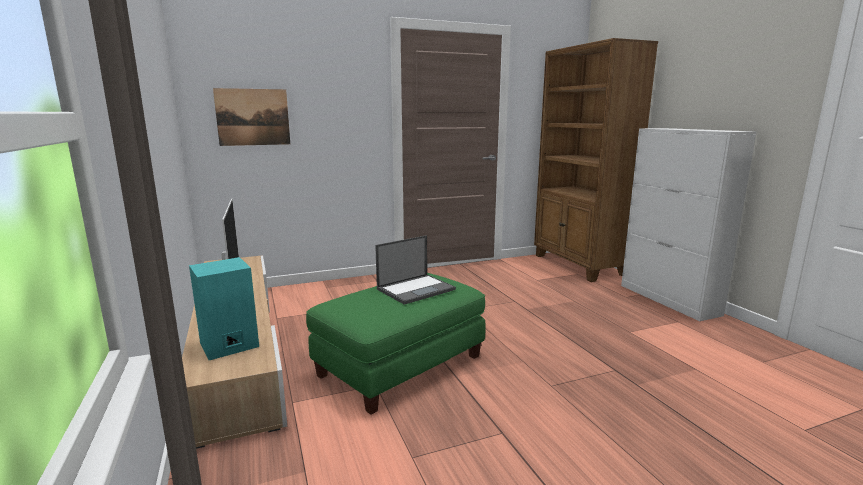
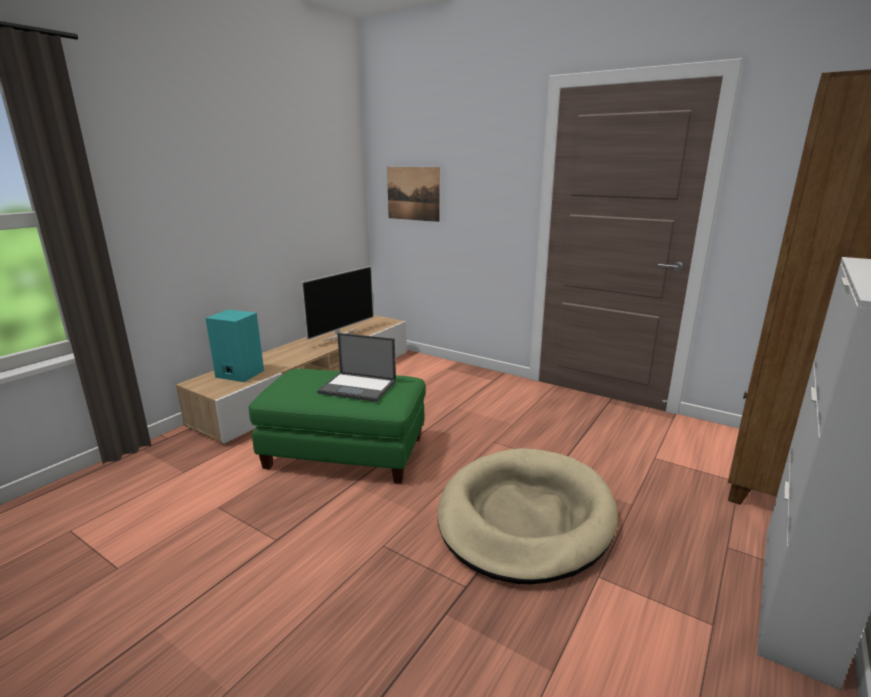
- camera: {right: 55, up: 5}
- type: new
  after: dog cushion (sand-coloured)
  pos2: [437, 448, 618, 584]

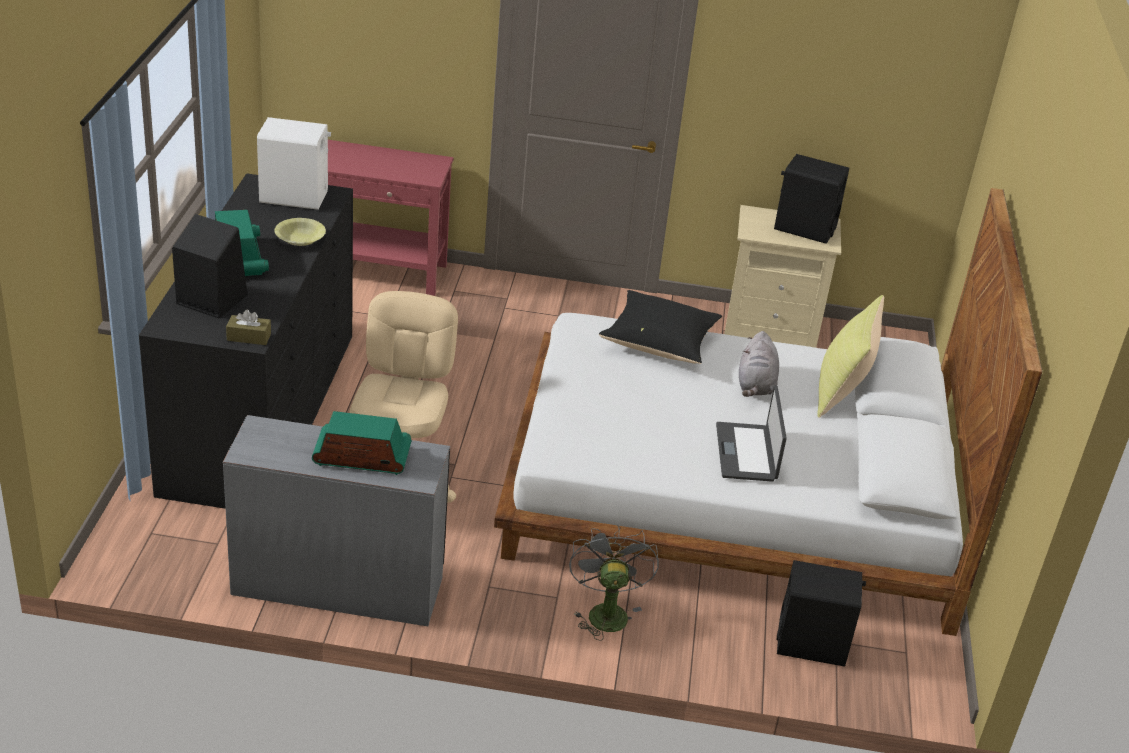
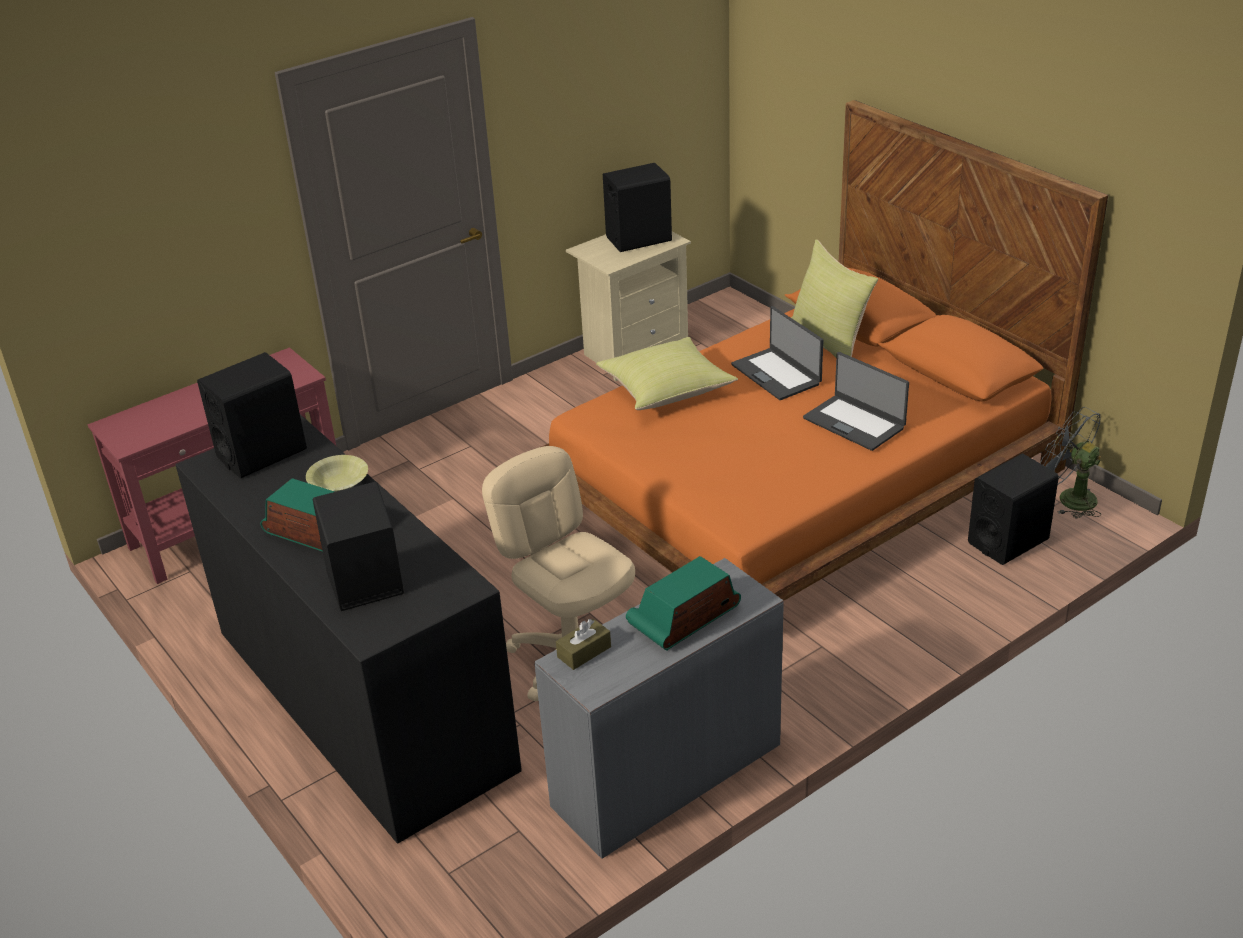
- camera: {right: -40, up: 0}
- type: shifted
  before: tissue holder (brownish)
  pos1: [226, 309, 271, 345]
  pos2: [556, 619, 611, 670]
- type: shifted
  before: fan (grey)
  pos1: [569, 525, 659, 641]
  pos2: [1040, 407, 1101, 518]
- type: swapped
  before: cuddly toy (grey)
  after: notebook computer
  pos1: [739, 331, 779, 397]
  pos2: [731, 306, 823, 400]
- type: repainted
  before: loudspeaker (white)
  after: loudspeaker (blackish)
  pos1: [257, 117, 331, 210]
  pos2: [197, 352, 307, 479]
- type: repainted
  before: bed (white)
  after: bed (orange-coloured)
  pos1: [494, 188, 1042, 636]
  pos2: [541, 100, 1108, 600]
- type: repainted
  before: throw pillow (blackish)
  after: throw pillow (yellow)
  pos1: [599, 290, 722, 364]
  pos2: [596, 337, 738, 410]

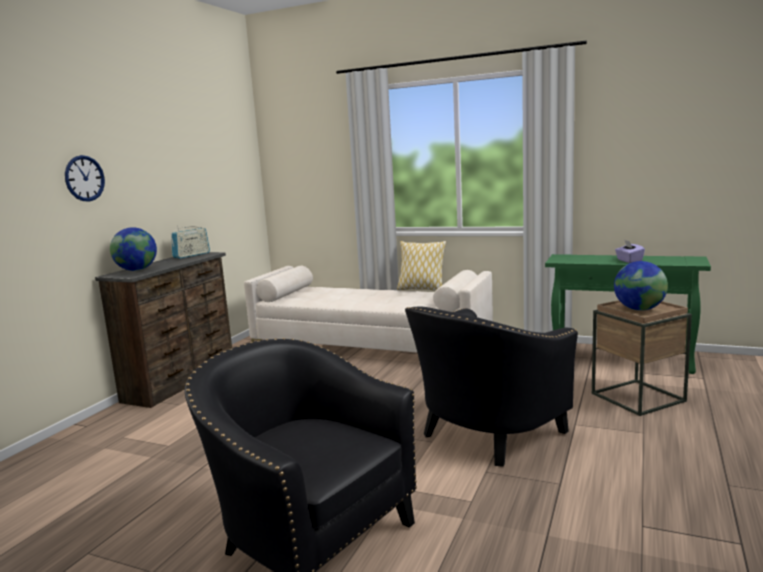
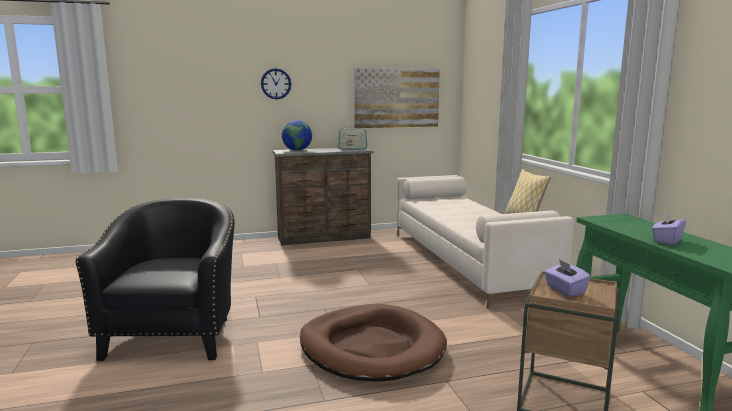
- camera: {right: 50, up: 0}
- type: new
  after: picture
  pos2: [354, 68, 440, 128]
- type: swapped
  before: easy chair (blackish)
  after: dog cushion (brownish)
  pos1: [405, 307, 578, 467]
  pos2: [300, 304, 447, 382]
- type: swapped
  before: world globe
  after: tissue holder (purple-coloured)
  pos1: [614, 261, 668, 311]
  pos2: [544, 259, 591, 297]

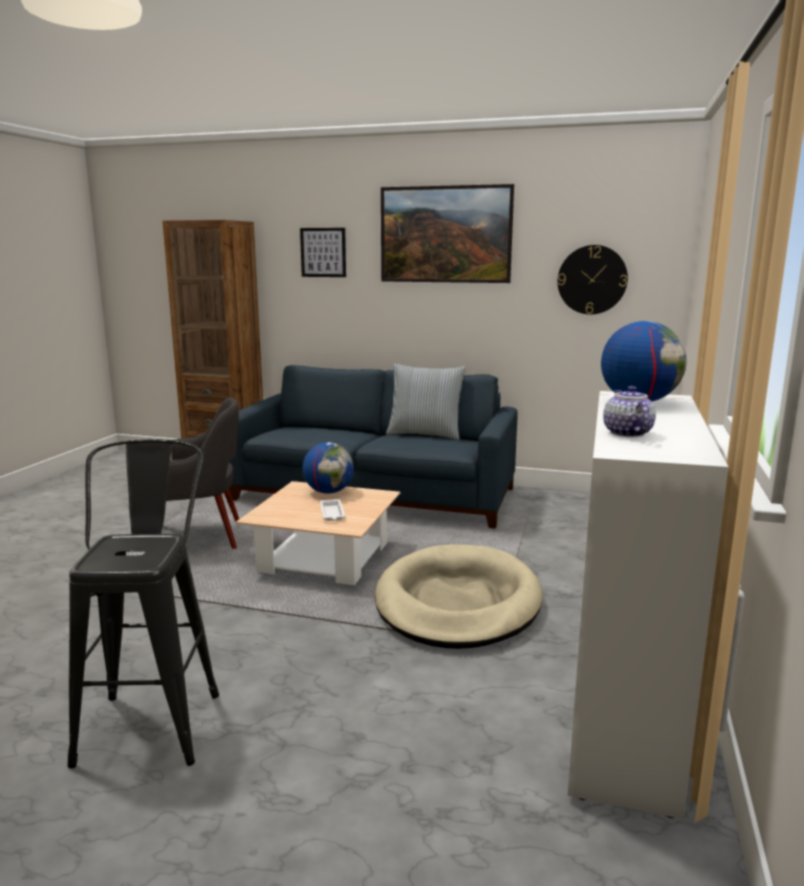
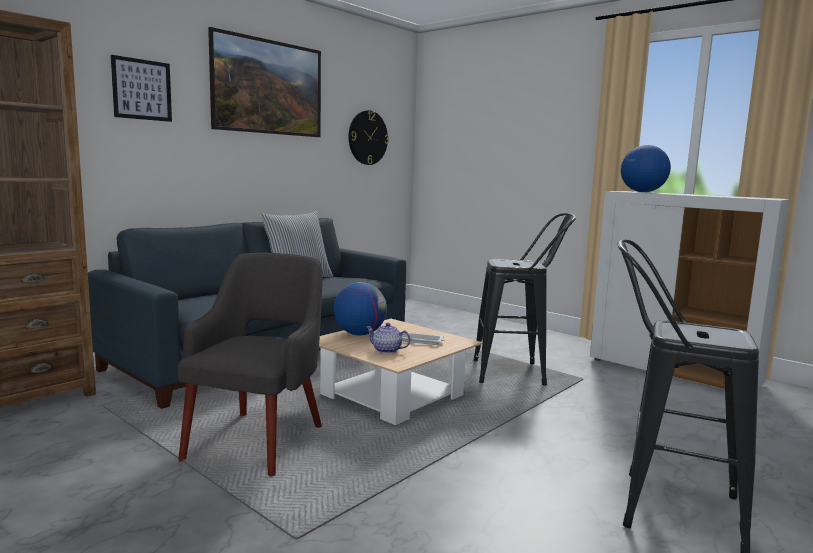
- camera: {right: -65, up: -5}
- type: shifted
  before: tea pot
  pos1: [603, 386, 656, 437]
  pos2: [366, 323, 411, 354]
- type: swapped
  before: dog cushion (sand-coloured)
  after: sitting stool (blackish)
  pos1: [375, 544, 543, 649]
  pos2: [473, 213, 576, 386]

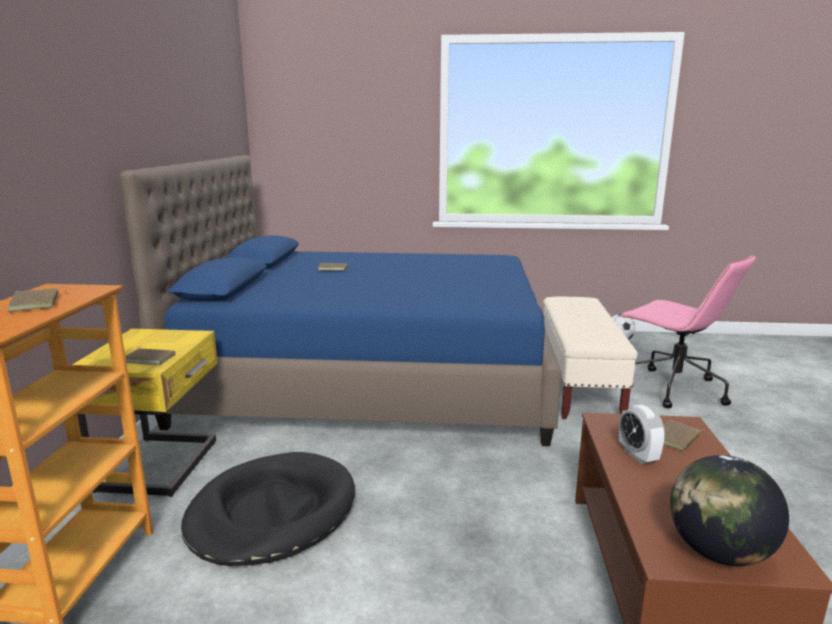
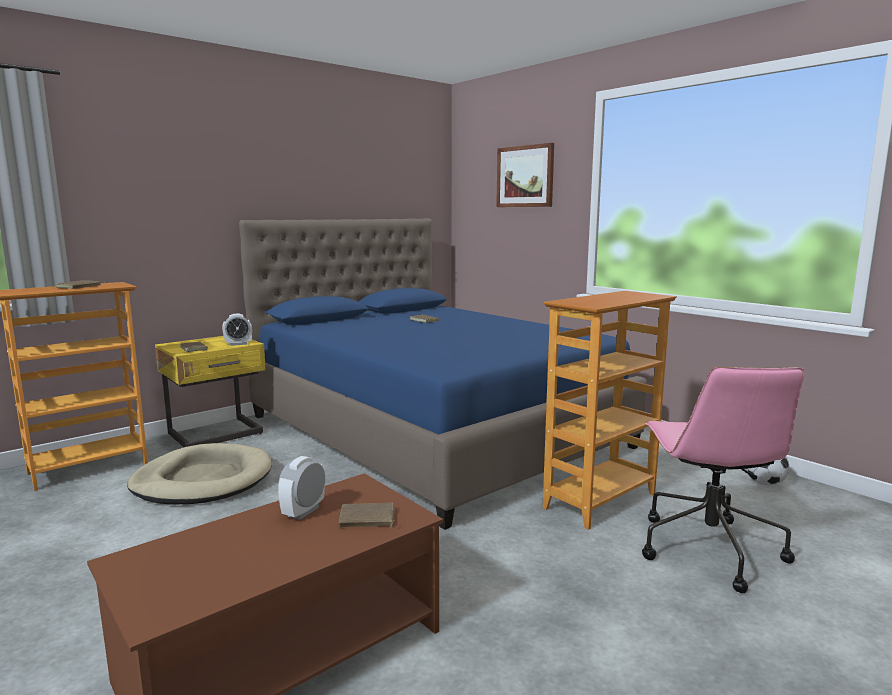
- camera: {right: 45, up: -5}
- type: gone
  before: world globe
  pos1: [670, 455, 789, 566]
- type: new
  after: alarm clock
  pos2: [222, 314, 252, 346]
- type: new
  after: picture
  pos2: [496, 143, 554, 207]
- type: swapped
  before: long seat (sand-coloured)
  after: shelving unit
  pos1: [543, 297, 638, 419]
  pos2: [543, 291, 677, 530]
- type: repainted
  before: dog cushion (blackish)
  after: dog cushion (sand-coloured)
  pos1: [181, 452, 355, 566]
  pos2: [127, 443, 272, 505]

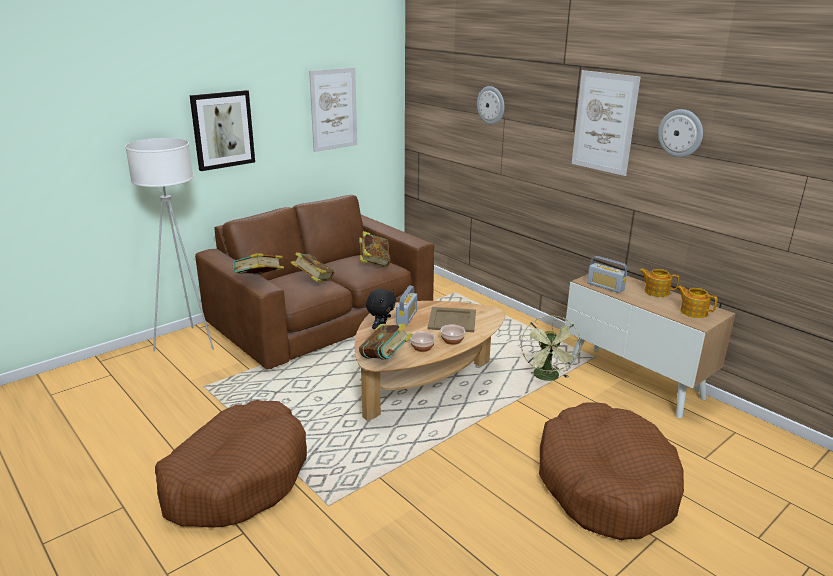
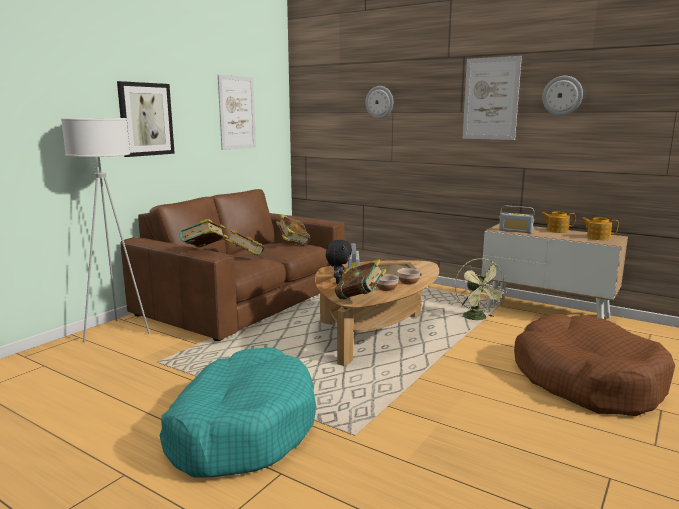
- camera: {right: -15, up: -10}
- type: repainted
  before: dog cushion (brownish)
  after: dog cushion (blue-green)
  pos1: [155, 400, 307, 528]
  pos2: [160, 348, 316, 478]

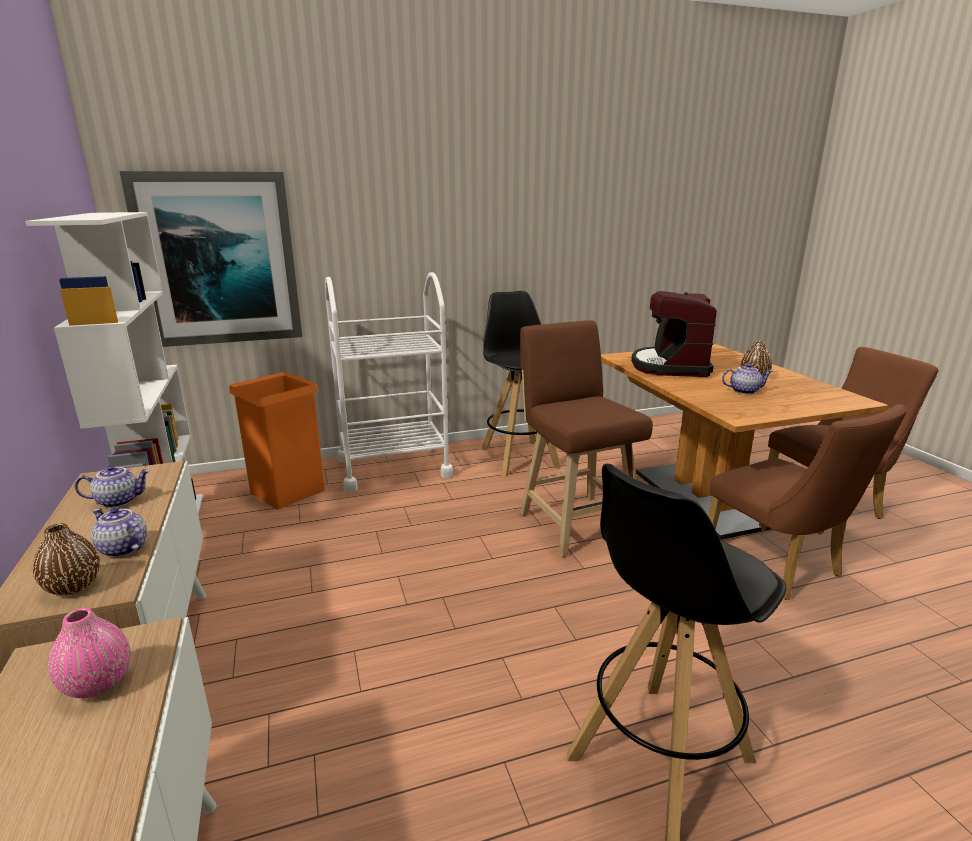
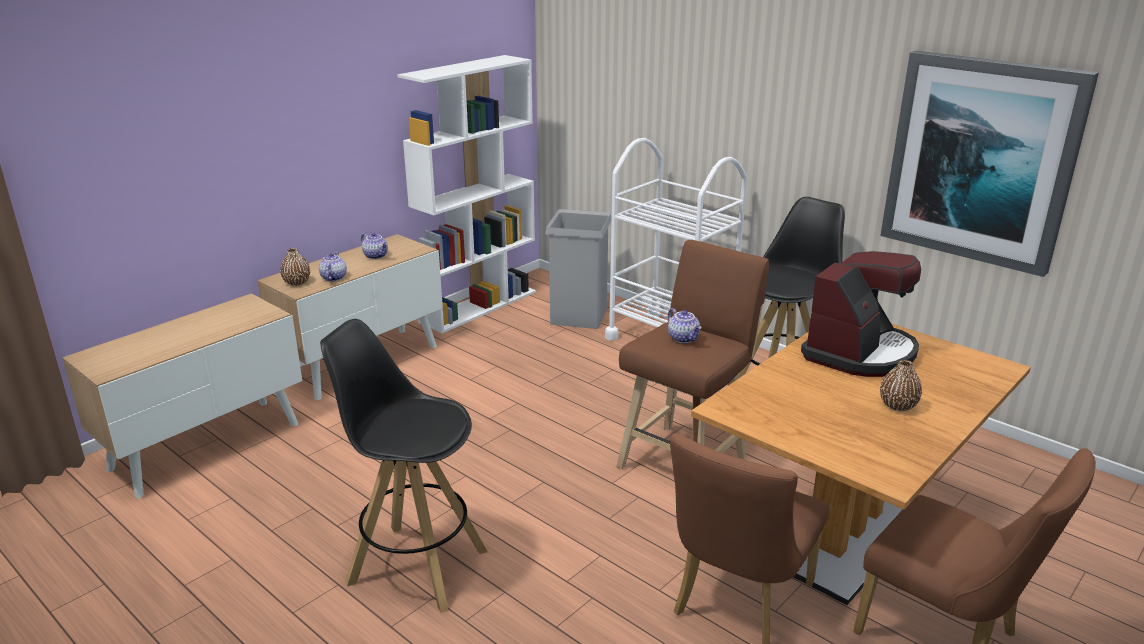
- camera: {right: 60, up: 5}
- type: gone
  before: flower vase (pink-coloured)
  pos1: [49, 608, 130, 698]
- type: shifted
  before: picture
  pos1: [119, 171, 302, 347]
  pos2: [880, 51, 1099, 277]
- type: shifted
  before: tea pot
  pos1: [722, 363, 773, 394]
  pos2: [668, 308, 701, 343]
- type: repainted
  before: waste bin (orange-coloured)
  after: waste bin (grey)
  pos1: [229, 372, 325, 509]
  pos2: [545, 209, 612, 329]
- type: rotated
  before: coffee maker
  pos1: [631, 291, 717, 377]
  pos2: [801, 251, 921, 377]
  turn: 150

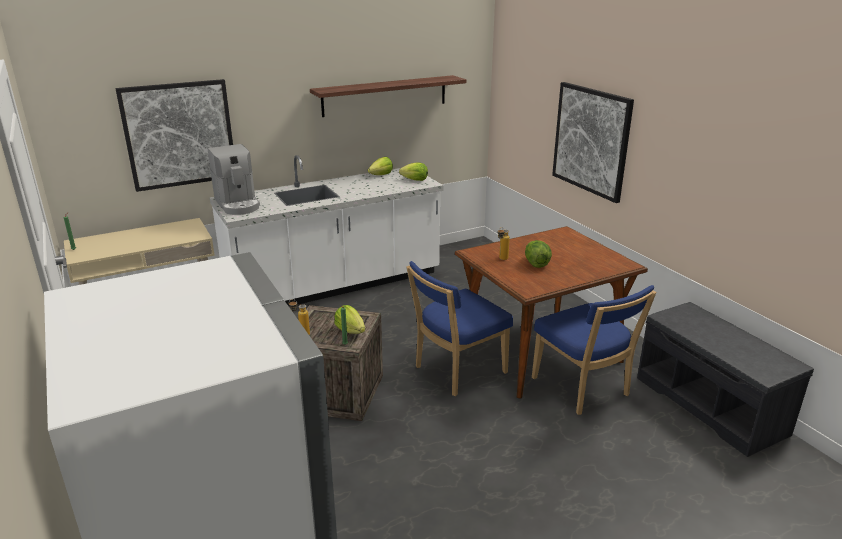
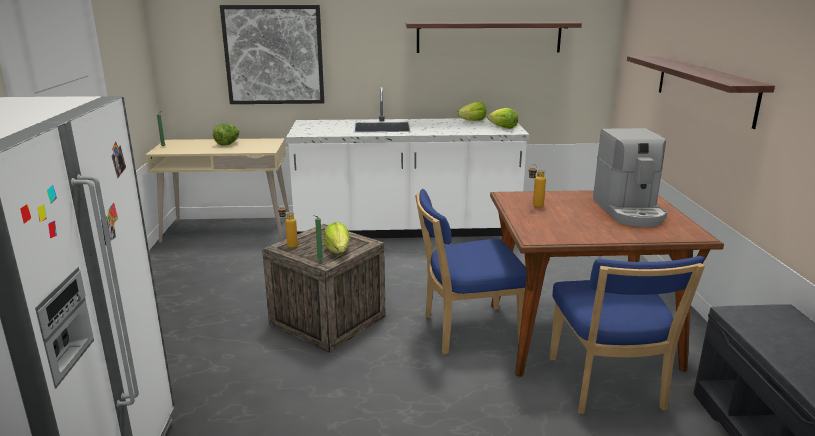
- camera: {right: 25, up: -5}
- type: shifted
  before: coffee maker
  pos1: [208, 144, 260, 215]
  pos2: [593, 128, 668, 227]
- type: shifted
  before: lettuce head
  pos1: [525, 240, 552, 268]
  pos2: [213, 123, 239, 146]
- type: swapped
  before: picture
  after: shelf
  pos1: [552, 82, 634, 203]
  pos2: [627, 56, 775, 129]

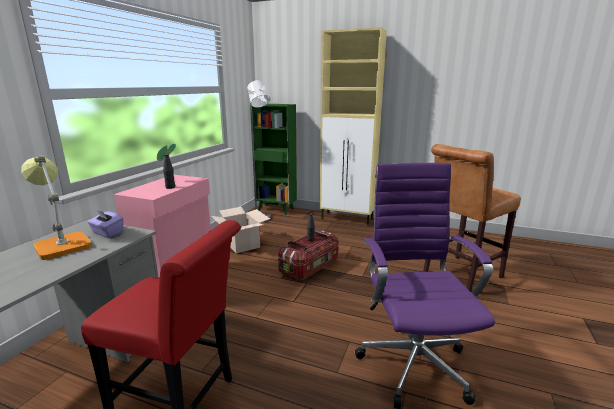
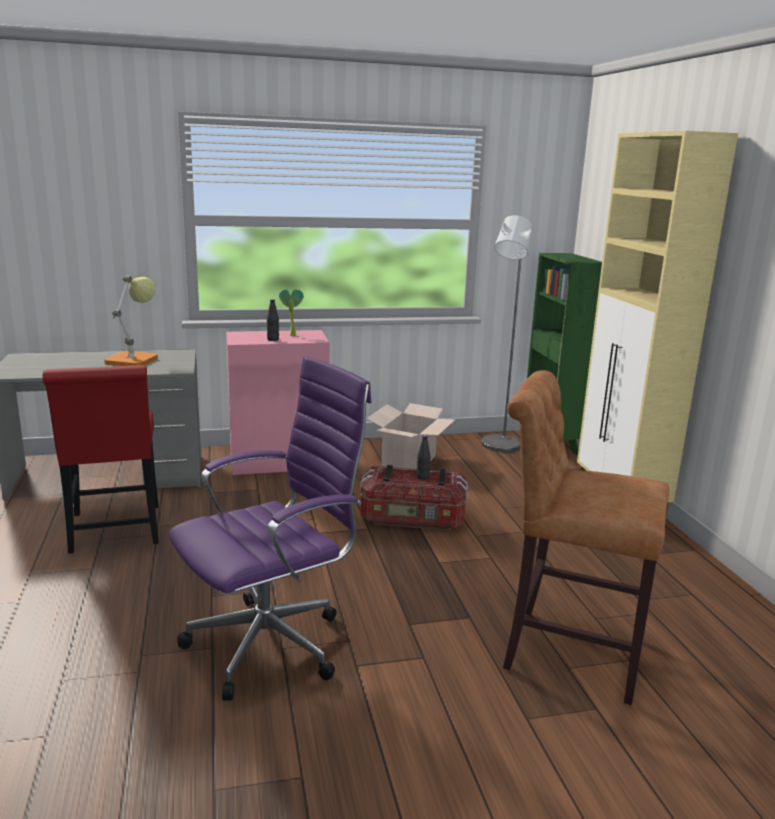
- camera: {right: 55, up: 0}
- type: gone
  before: tissue holder (purple-coloured)
  pos1: [87, 209, 124, 238]

